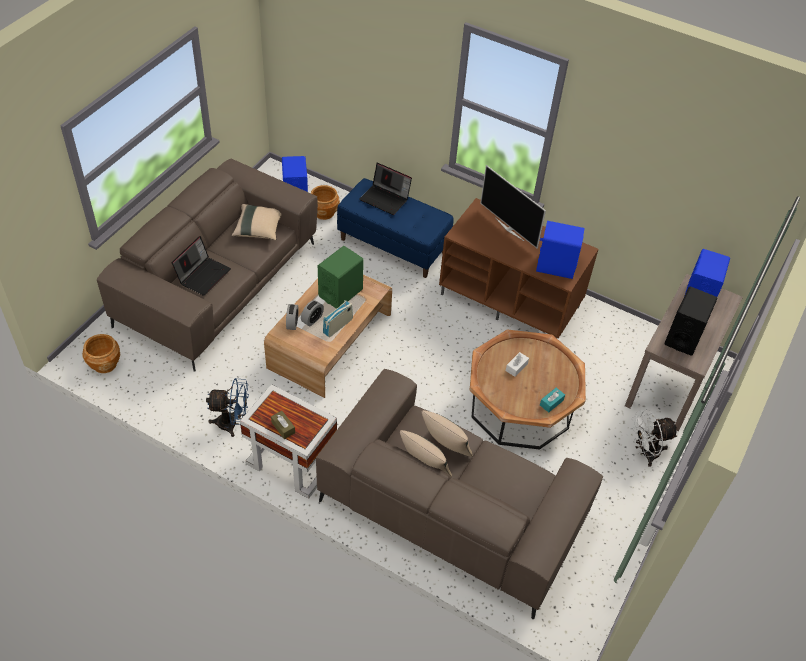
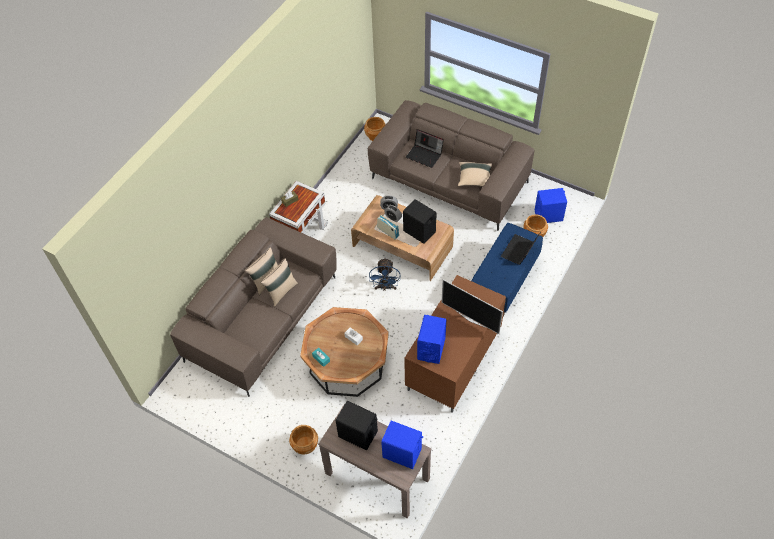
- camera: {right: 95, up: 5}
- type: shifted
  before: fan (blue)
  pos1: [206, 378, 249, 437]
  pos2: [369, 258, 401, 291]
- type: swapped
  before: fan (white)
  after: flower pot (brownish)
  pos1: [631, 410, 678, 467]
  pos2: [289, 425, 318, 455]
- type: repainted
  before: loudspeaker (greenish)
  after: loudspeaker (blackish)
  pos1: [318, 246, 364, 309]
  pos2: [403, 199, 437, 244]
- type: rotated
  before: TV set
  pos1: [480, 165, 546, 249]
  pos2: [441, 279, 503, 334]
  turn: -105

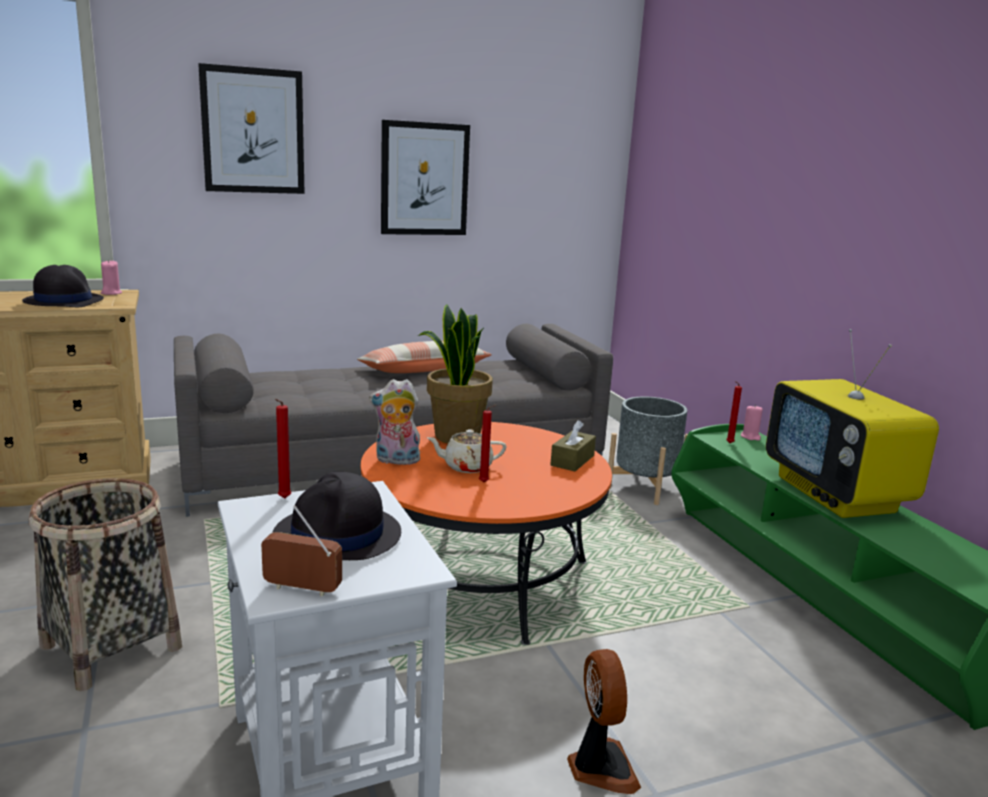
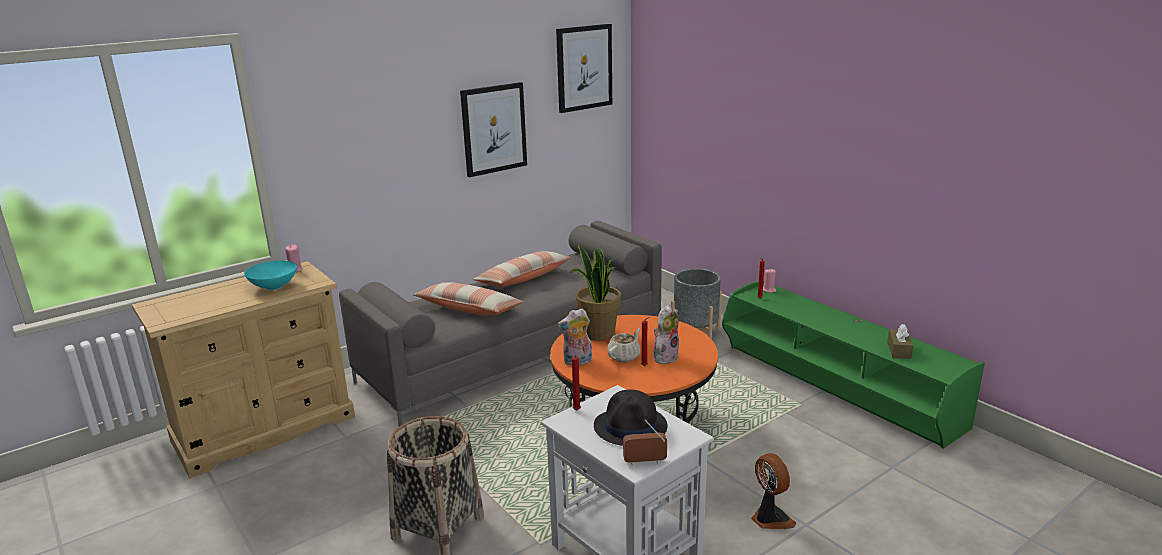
- camera: {right: -15, up: 5}
- type: gone
  before: TV set
  pos1: [766, 329, 939, 518]
- type: new
  after: throw pillow
  pos2: [413, 282, 523, 316]
- type: new
  after: cuddly toy
  pos2: [654, 305, 679, 364]
- type: shifted
  before: picture
  pos1: [198, 63, 305, 194]
  pos2: [556, 24, 612, 113]
- type: shifted
  before: tissue holder (brownish)
  pos1: [550, 420, 596, 471]
  pos2: [887, 324, 913, 359]
- type: swapped
  before: hat (blackish)
  after: serving bowl (blue-green)
  pos1: [22, 265, 104, 307]
  pos2: [244, 260, 297, 290]
- type: rotated
  before: tea pot (sand-coloured)
  pos1: [427, 429, 507, 473]
  pos2: [607, 328, 640, 362]
  turn: 150

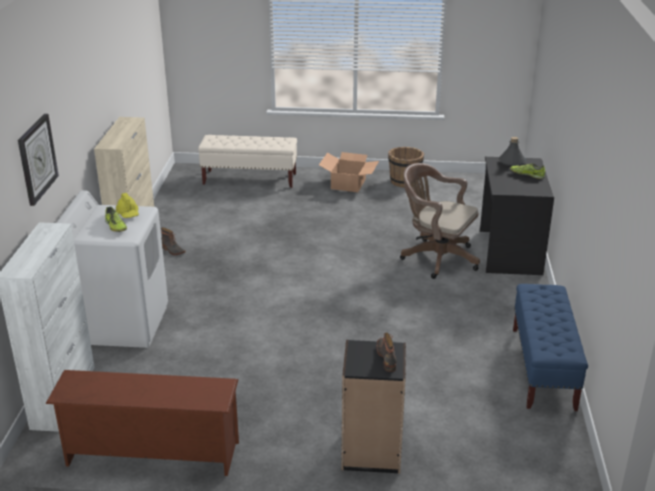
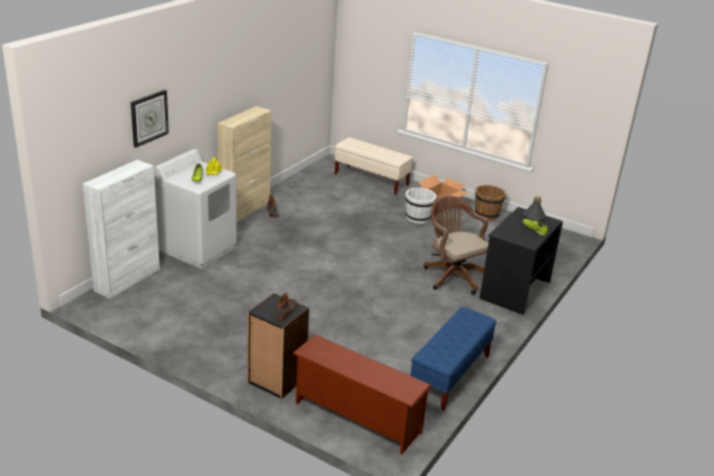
- camera: {right: 25, up: 0}
- type: new
  after: bucket (white)
  pos2: [405, 188, 436, 224]
- type: shifted
  before: shoe rack (brownish)
  pos1: [45, 370, 239, 476]
  pos2: [292, 335, 432, 455]

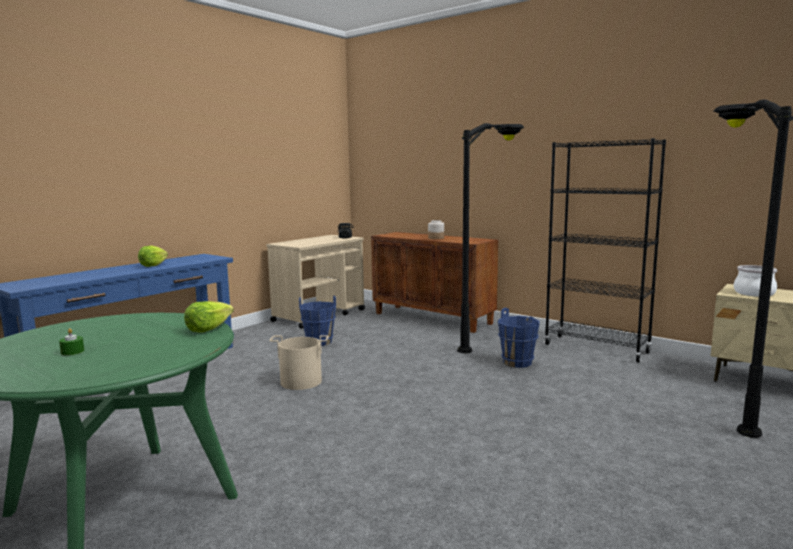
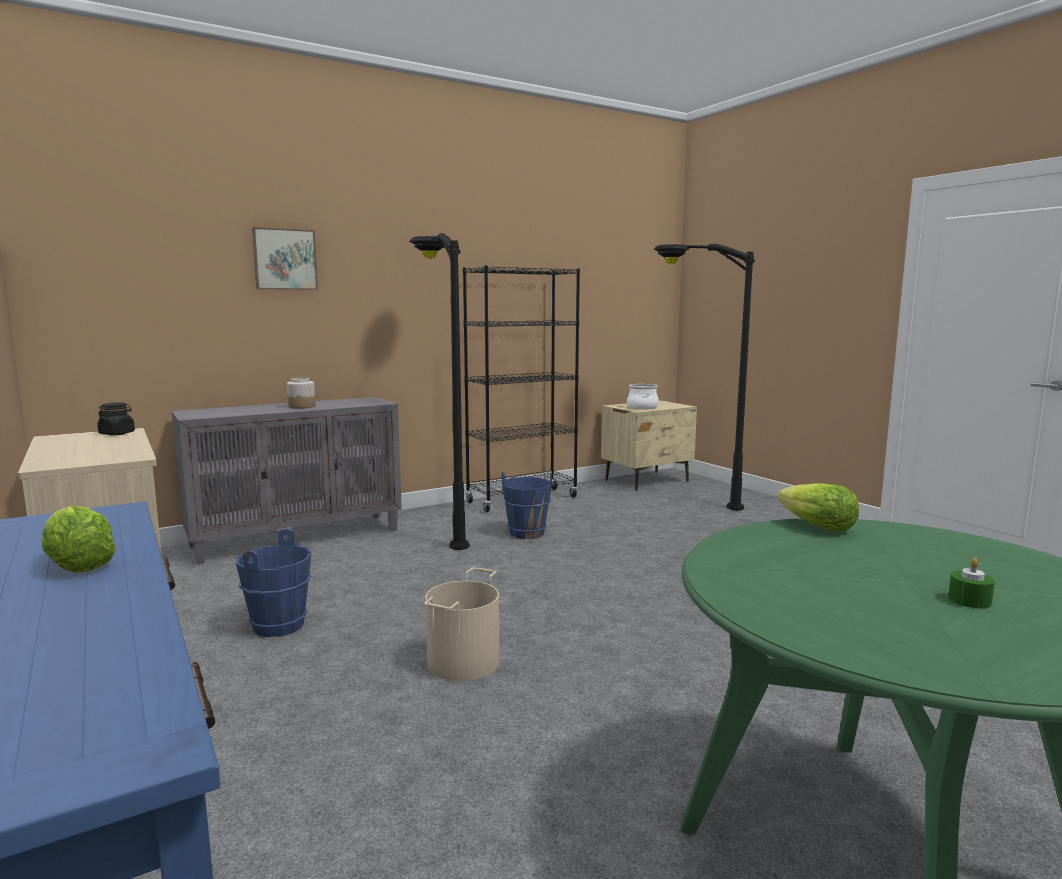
- camera: {right: -70, up: 0}
- type: new
  after: picture
  pos2: [252, 227, 318, 290]
- type: repainted
  before: cabinet (brownish)
  after: cabinet (grey)
  pos1: [371, 232, 498, 333]
  pos2: [171, 397, 402, 565]

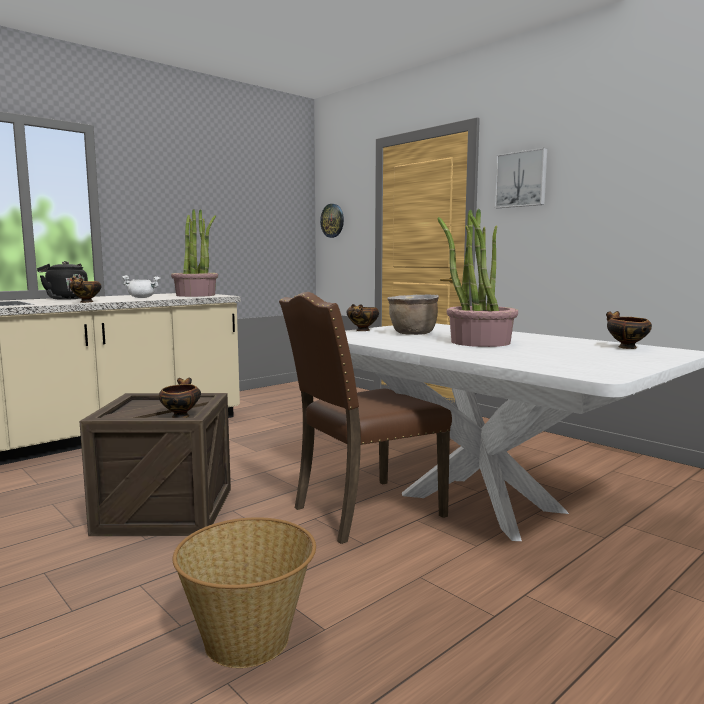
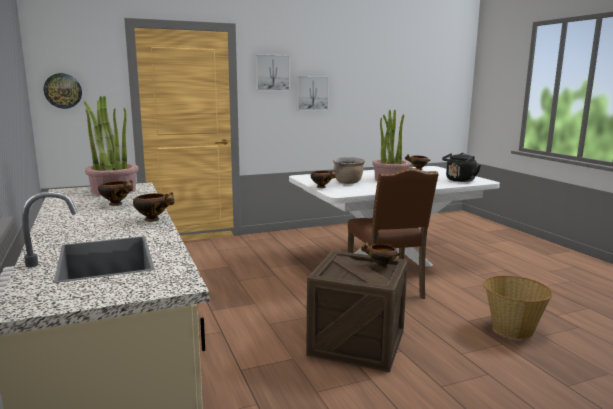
- camera: {right: -70, up: 5}
- type: new
  after: picture
  pos2: [297, 76, 329, 111]
- type: shifted
  before: tea kettle (blackish)
  pos1: [37, 261, 88, 300]
  pos2: [442, 153, 481, 182]
- type: swapped
  before: cooking pot (white)
  after: serving bowl
  pos1: [122, 275, 160, 298]
  pos2: [98, 180, 133, 206]

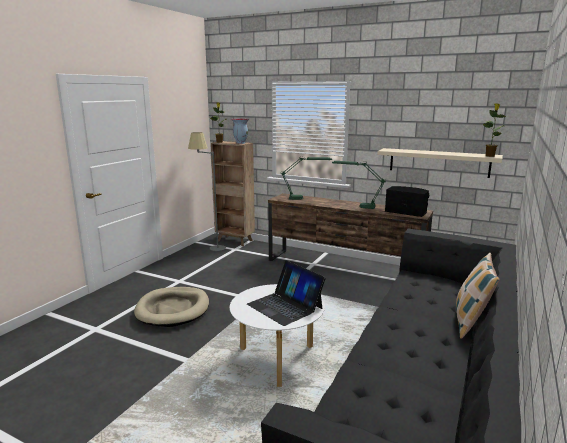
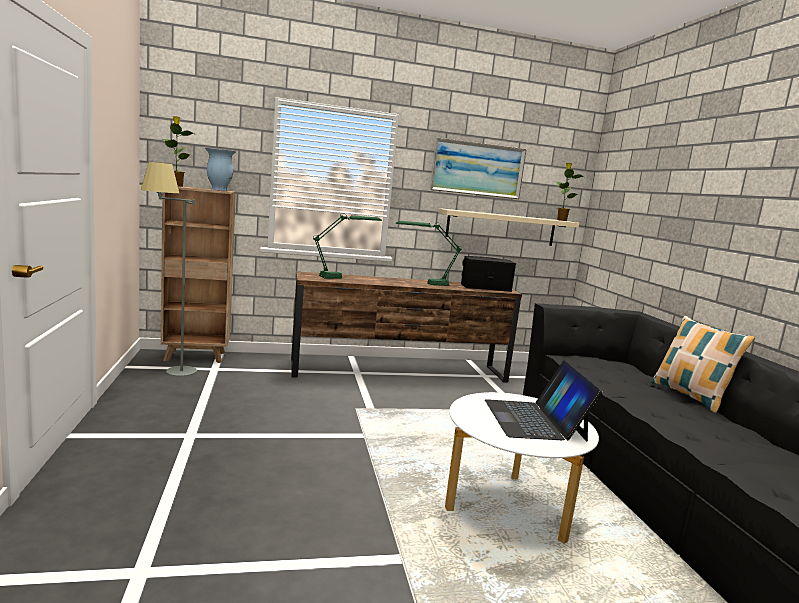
- camera: {right: -40, up: -5}
- type: gone
  before: dog cushion (sand-coloured)
  pos1: [134, 287, 209, 327]
- type: new
  after: picture
  pos2: [430, 138, 527, 199]
- type: rotated
  before: notebook computer
  pos1: [247, 260, 326, 326]
  pos2: [485, 360, 603, 442]
  turn: 75

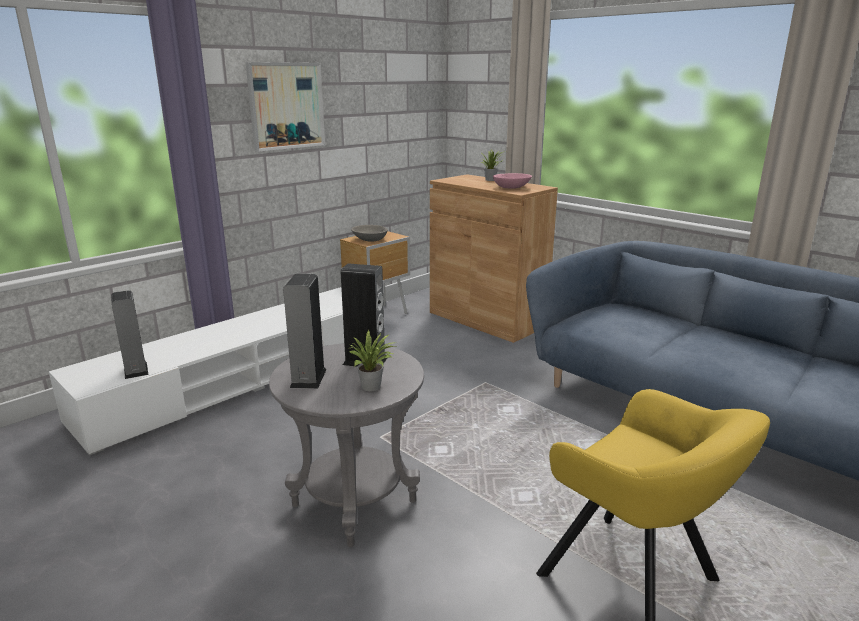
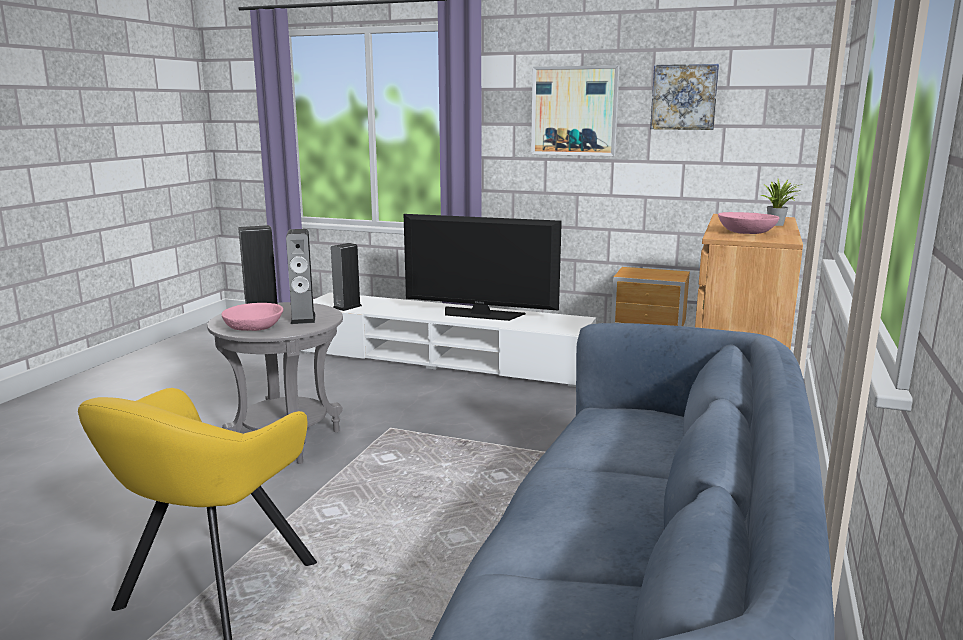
- camera: {right: 65, up: -5}
- type: gone
  before: serving bowl (grey)
  pos1: [351, 225, 388, 242]
- type: new
  after: TV set
  pos2: [403, 214, 562, 321]
- type: new
  after: picture
  pos2: [650, 64, 719, 130]
- type: swapped
  before: plant in a pot
  after: serving bowl (pink-coloured)
  pos1: [348, 330, 397, 391]
  pos2: [221, 303, 283, 331]

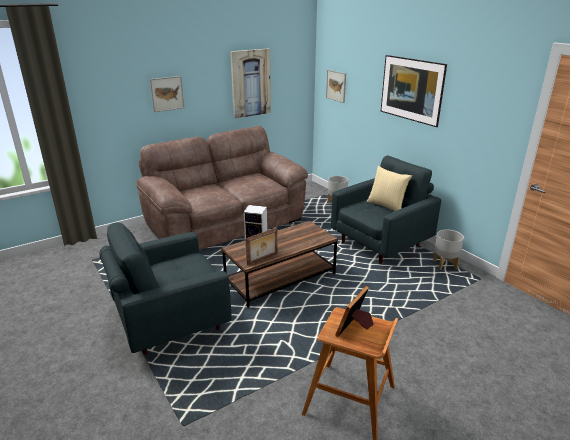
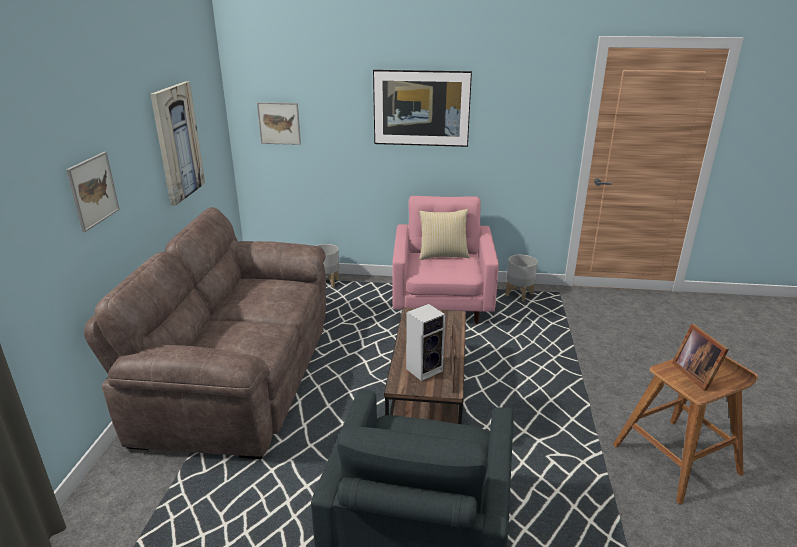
- camera: {right: -50, up: 0}
- type: repainted
  before: easy chair (grey)
  after: easy chair (pink-coloured)
  pos1: [331, 156, 441, 264]
  pos2: [392, 196, 499, 324]

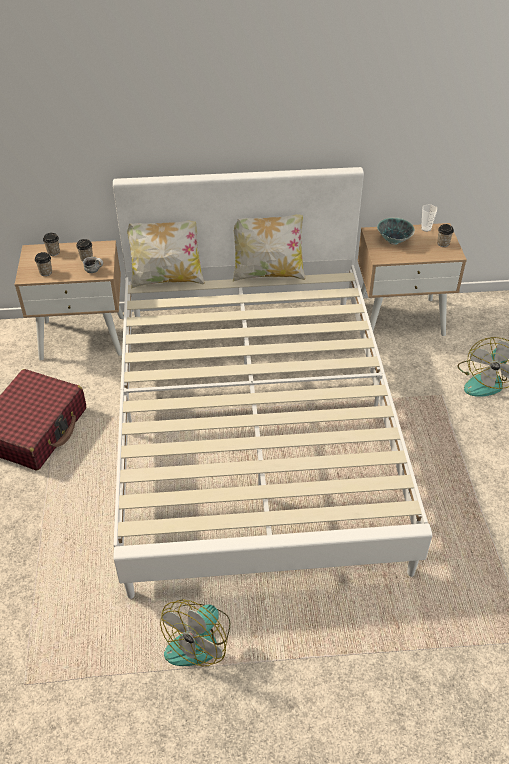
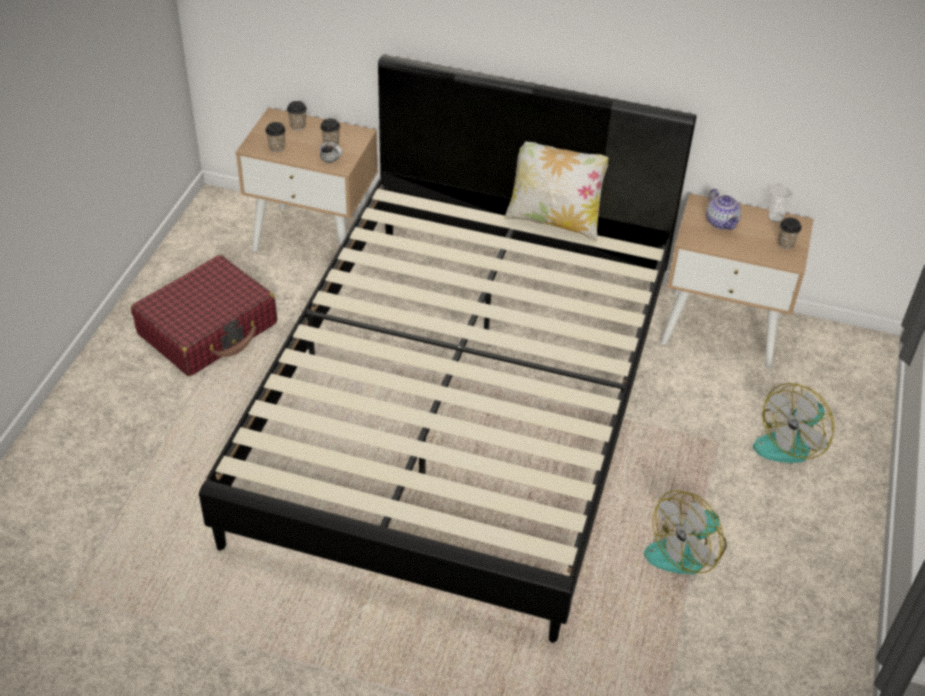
- camera: {right: 20, up: 0}
- type: gone
  before: throw pillow
  pos1: [127, 220, 205, 289]
- type: shifted
  before: fan
  pos1: [160, 599, 230, 666]
  pos2: [644, 490, 727, 574]
- type: swapped
  before: serving bowl
  after: tea pot
  pos1: [377, 217, 415, 245]
  pos2: [706, 189, 741, 230]
- type: repainted
  before: bed (white)
  after: bed (blackish)
  pos1: [113, 167, 432, 599]
  pos2: [199, 55, 697, 643]

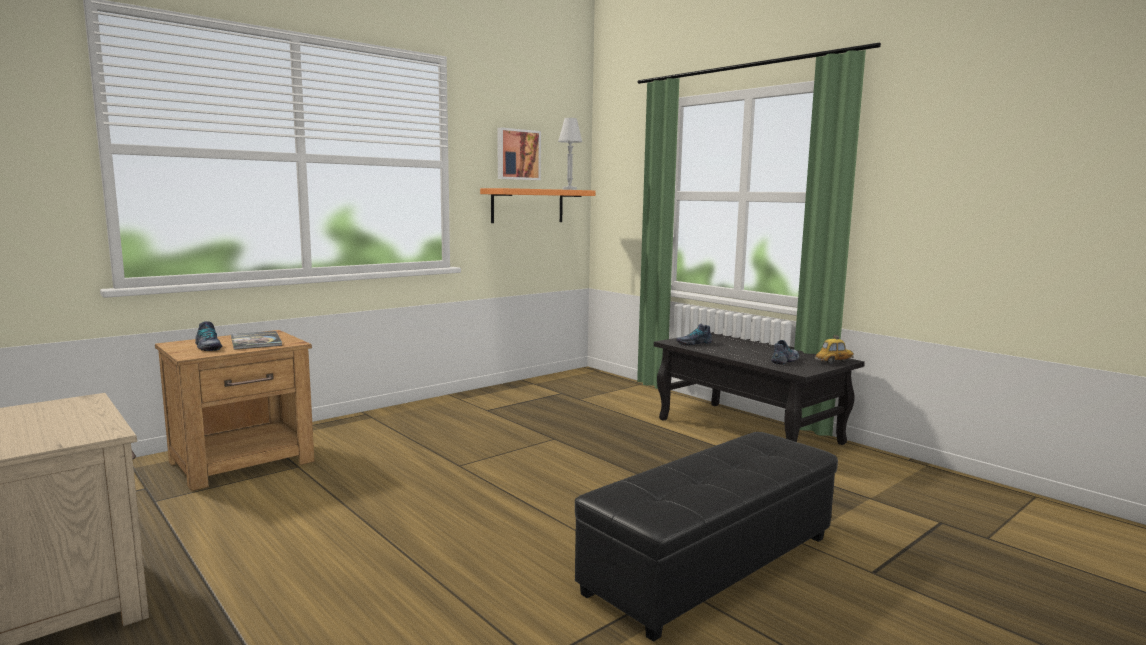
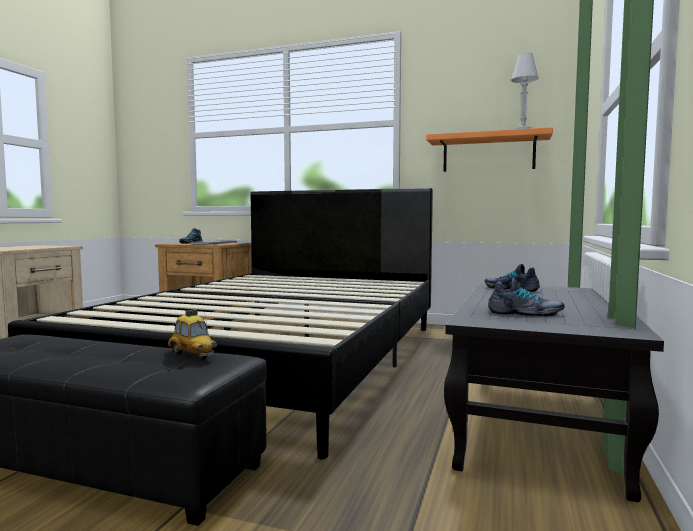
- camera: {right: 60, up: -5}
- type: gone
  before: picture
  pos1: [498, 127, 541, 180]
- type: new
  after: bed (blackish)
  pos2: [8, 188, 433, 459]
- type: shifted
  before: model car
  pos1: [814, 335, 854, 364]
  pos2: [168, 309, 217, 360]

